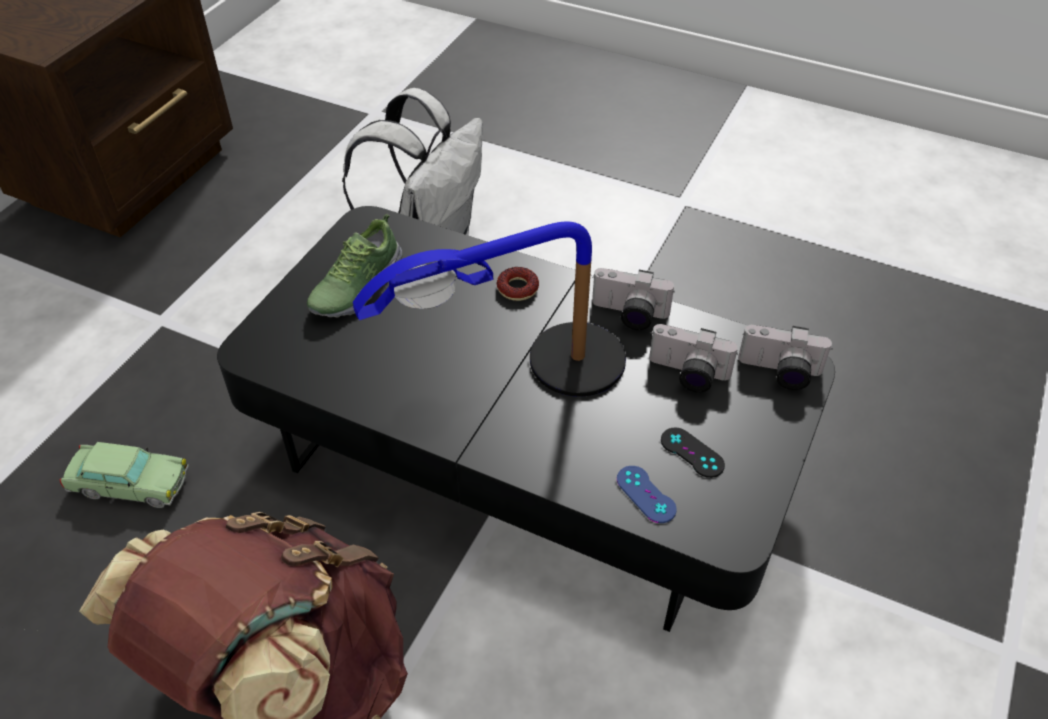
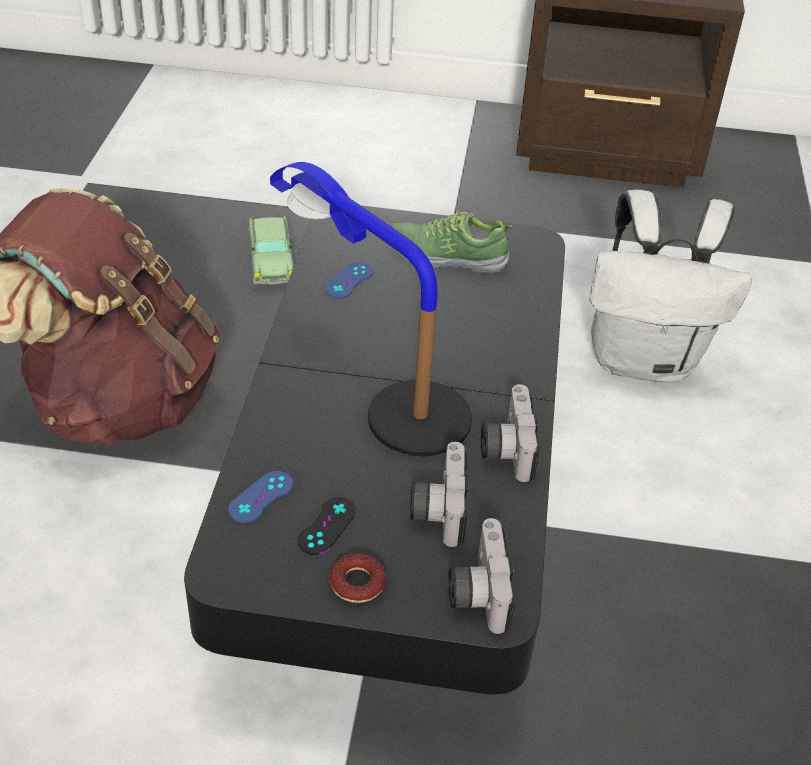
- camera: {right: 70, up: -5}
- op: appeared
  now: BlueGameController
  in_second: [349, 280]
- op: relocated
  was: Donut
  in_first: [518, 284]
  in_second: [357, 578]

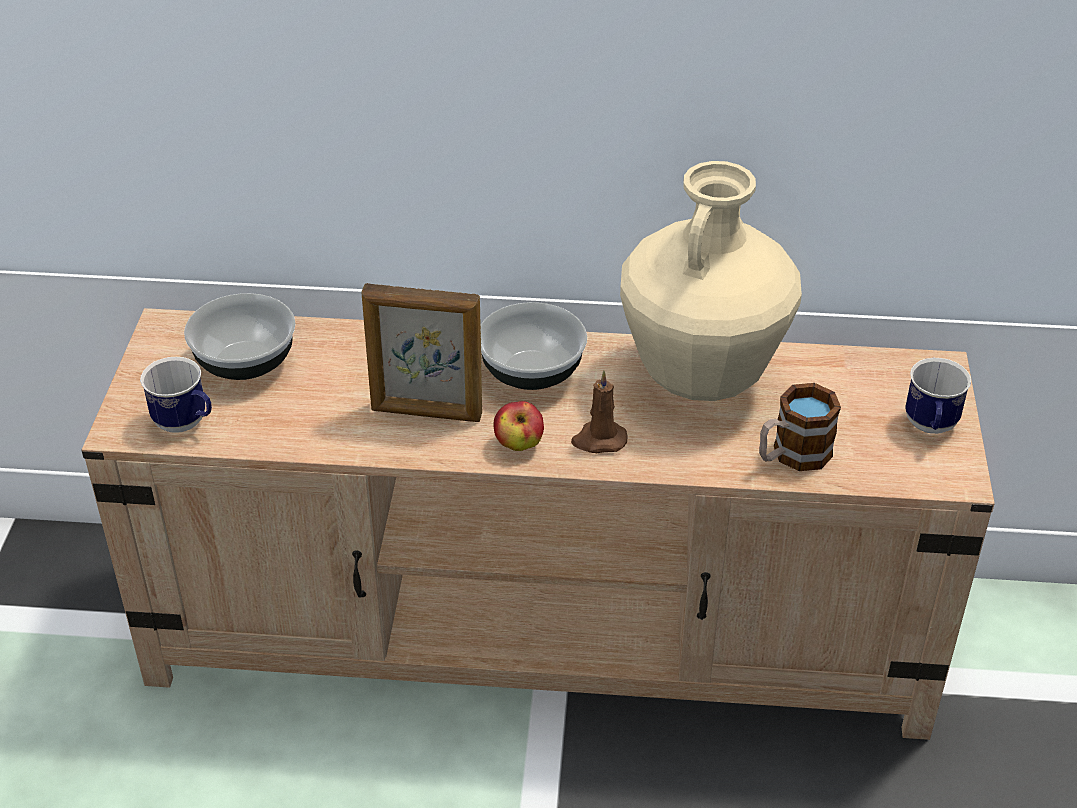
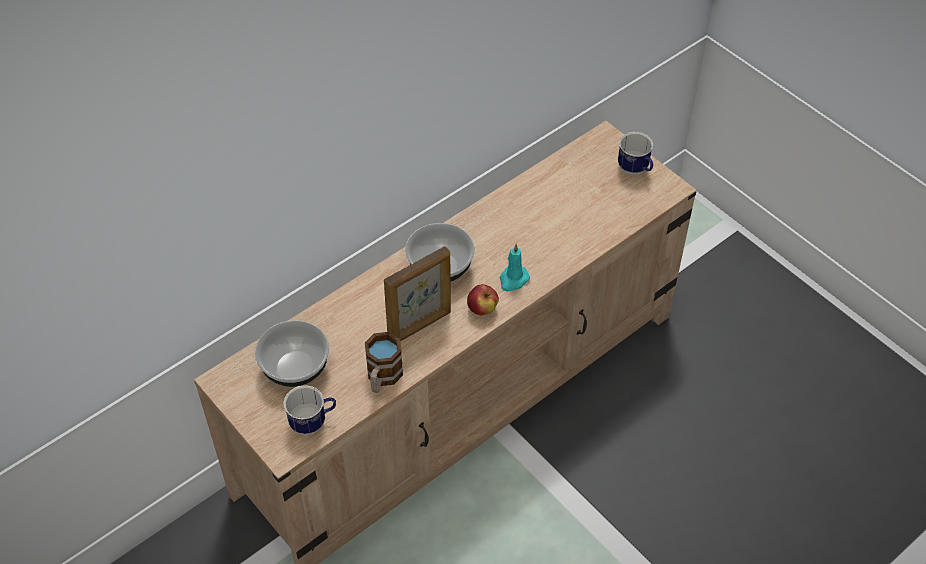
- camera: {right: -45, up: 10}
- op: missing
  was: BeigeVase
  in_first: [711, 281]
- op: relocated
  was: Mug
  in_first: [800, 427]
  in_second: [384, 362]
- op: colour
  was: BrownCandle
  now: TurquoiseCandle
  in_first: [599, 411]
  in_second: [515, 267]

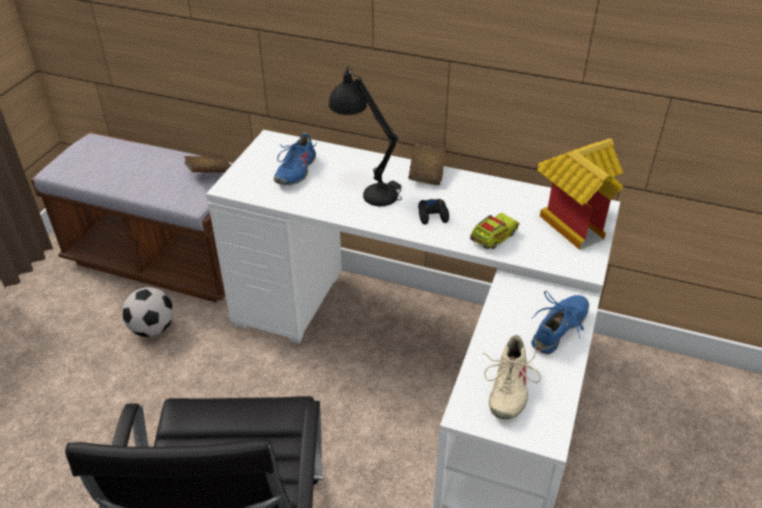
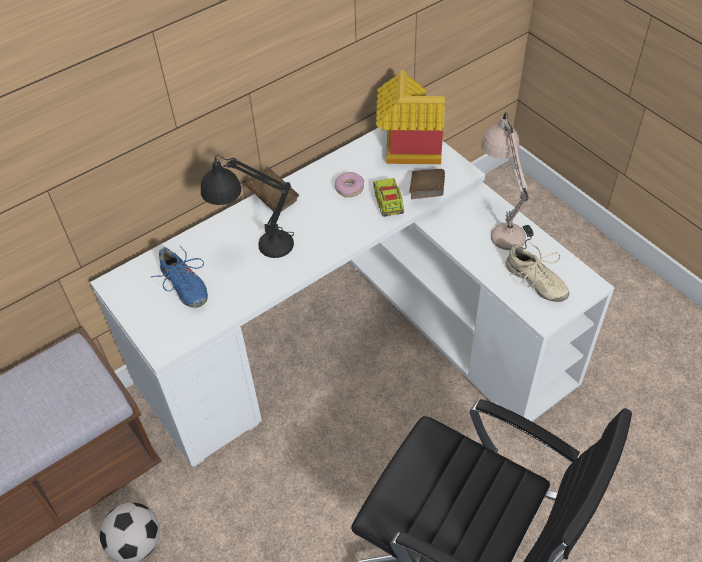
- camera: {right: -55, up: 10}
- op: missing
  was: BlackGameController
  in_first: [433, 212]
- op: appeared
  now: Donut
  in_second: [349, 184]
- op: relocated
  was: BrownBook
  in_first: [207, 164]
  in_second: [427, 184]
- op: exchanged
  was: BlueShoe
  now: BeigeTableLamp
  in_first: [560, 322]
  in_second: [507, 181]

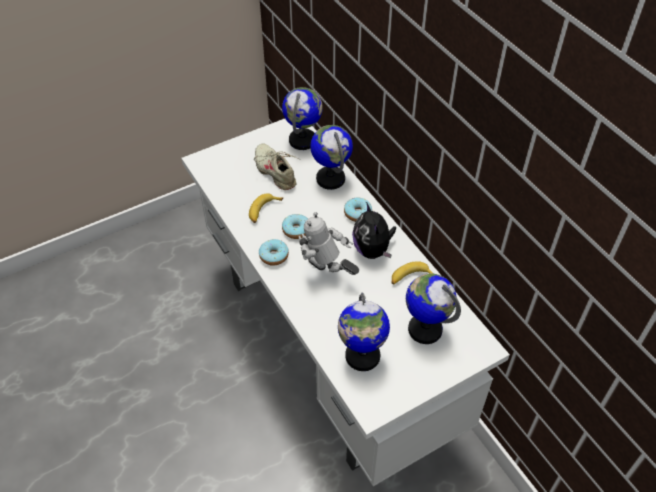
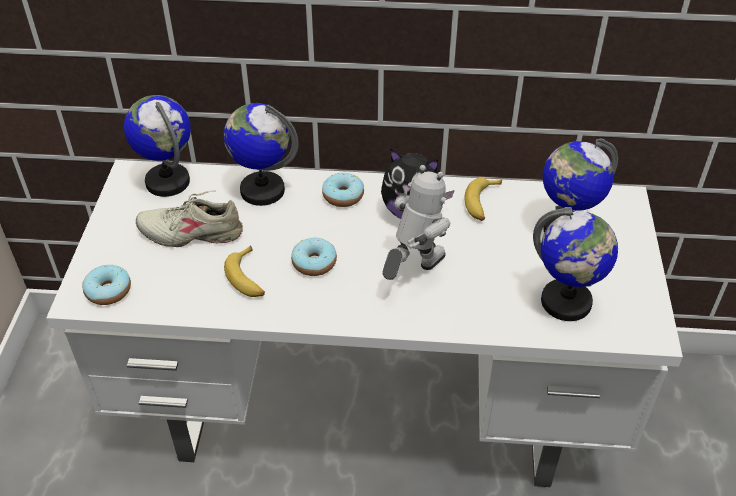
- camera: {right: -55, up: -5}
- op: relocated
  was: Donut
  in_first: [274, 252]
  in_second: [106, 285]
- op: spun
  was: ToyRobot
  in_first: [329, 243]
  in_second: [416, 222]
  clockwise: 150

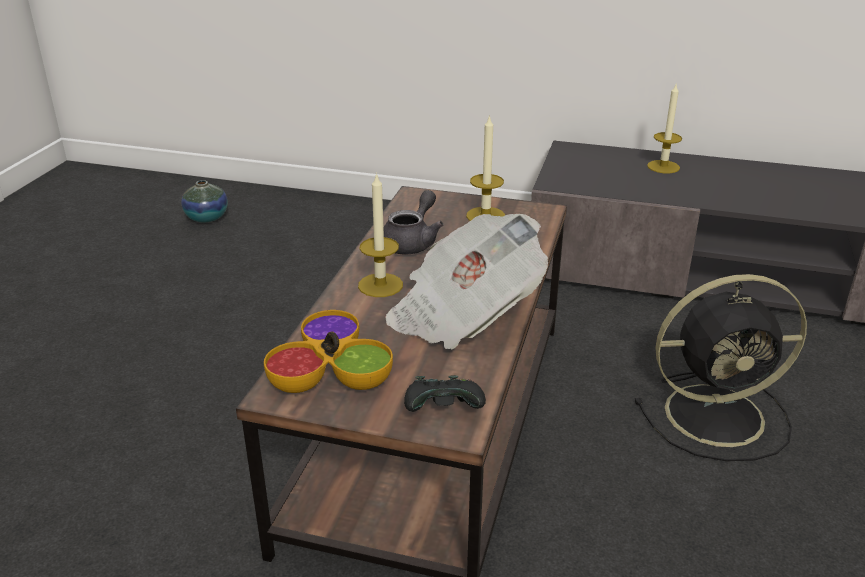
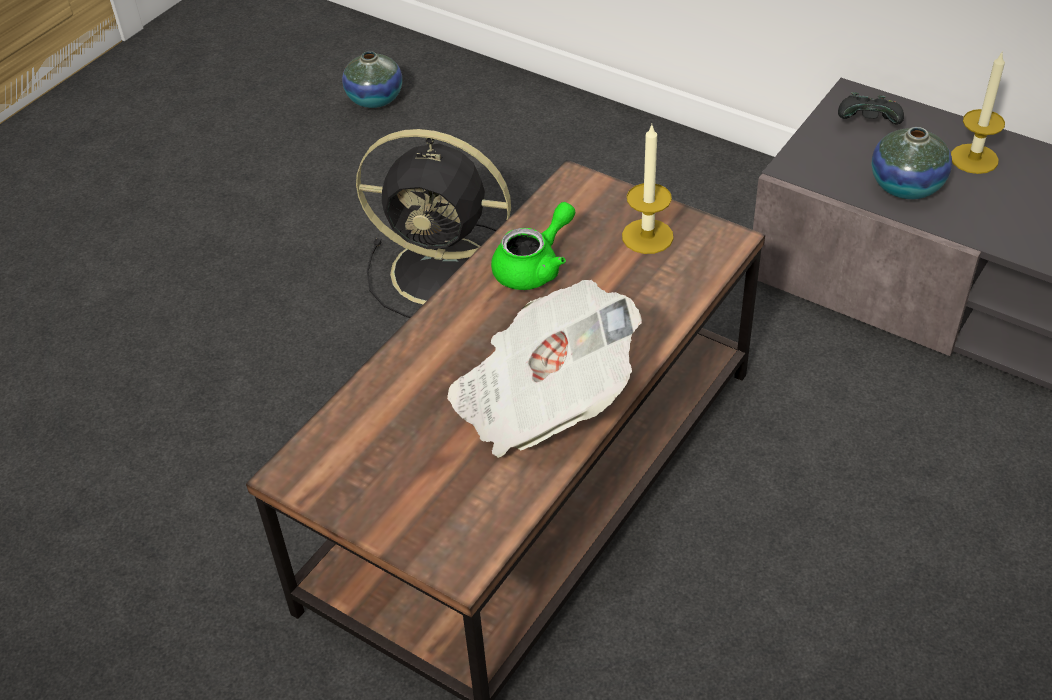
- camera: {right: 20, up: 15}
- op: missing
  was: Bowl
  in_first: [328, 351]
- op: missing
  was: Candle
  in_first: [380, 234]
- op: appeared
  now: Vase
  in_second: [911, 163]
- op: relocated
  was: BlackGameController
  in_first: [445, 393]
  in_second: [871, 108]
- op: relocated
  was: BlackFan
  in_first: [721, 367]
  in_second: [433, 223]
- op: colour
  was: GreyTeapot
  now: GreenTeapot
  in_first: [413, 222]
  in_second: [533, 246]

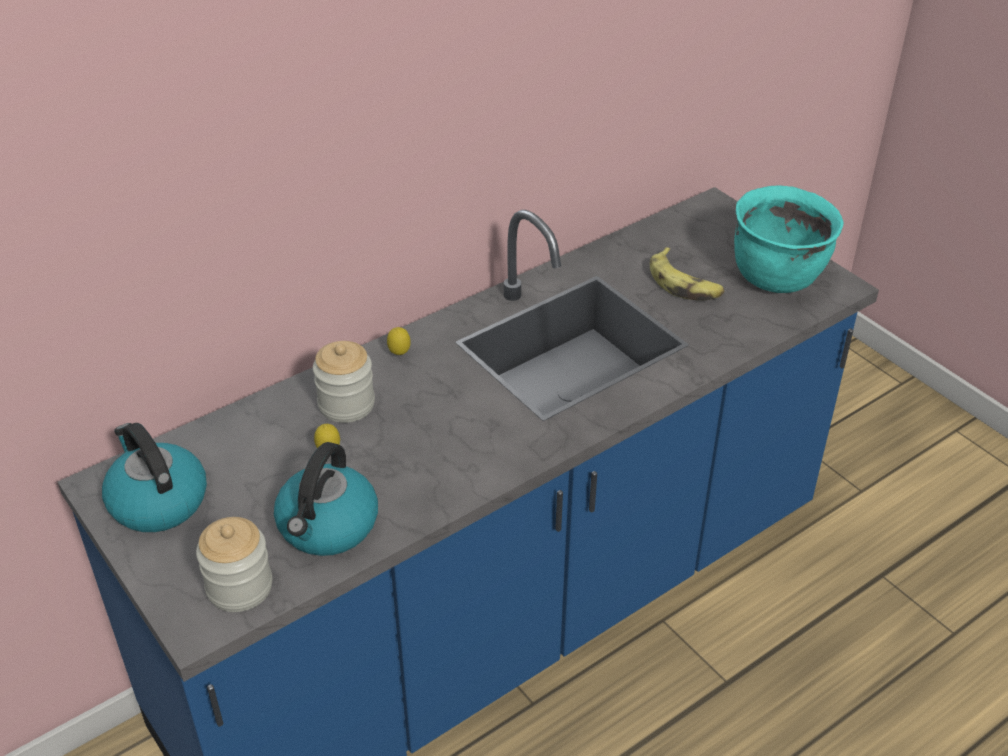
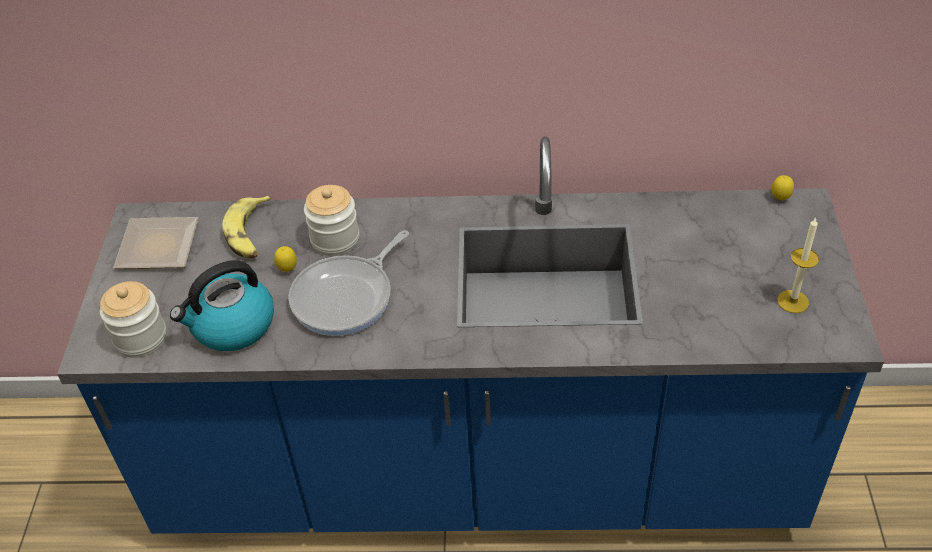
- camera: {right: 40, up: 5}
- op: appeared
  now: FryingPan
  in_second: [348, 283]
- op: relocated
  was: Lemon
  in_first: [399, 341]
  in_second: [783, 187]
- op: relocated
  was: Banana
  in_first: [687, 273]
  in_second: [246, 227]
- op: exchanged
  was: Kettle
  now: Plate
  in_first: [154, 477]
  in_second: [155, 243]
- op: exchanged
  was: TurquoiseCookingPot
  now: Candle
  in_first: [789, 239]
  in_second: [798, 265]

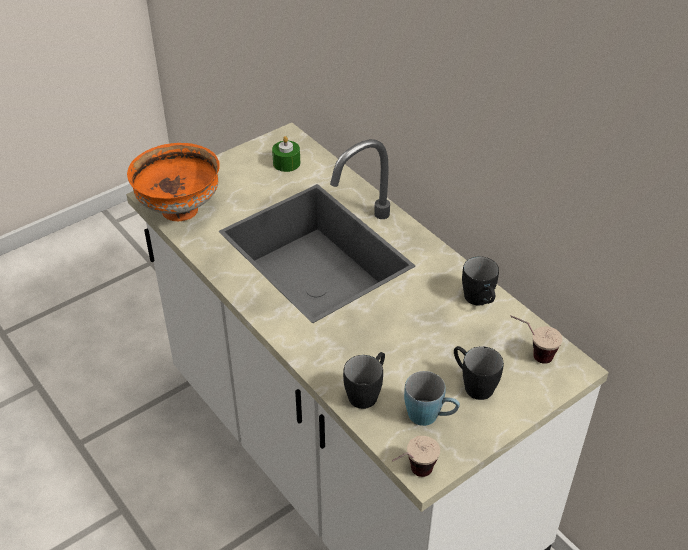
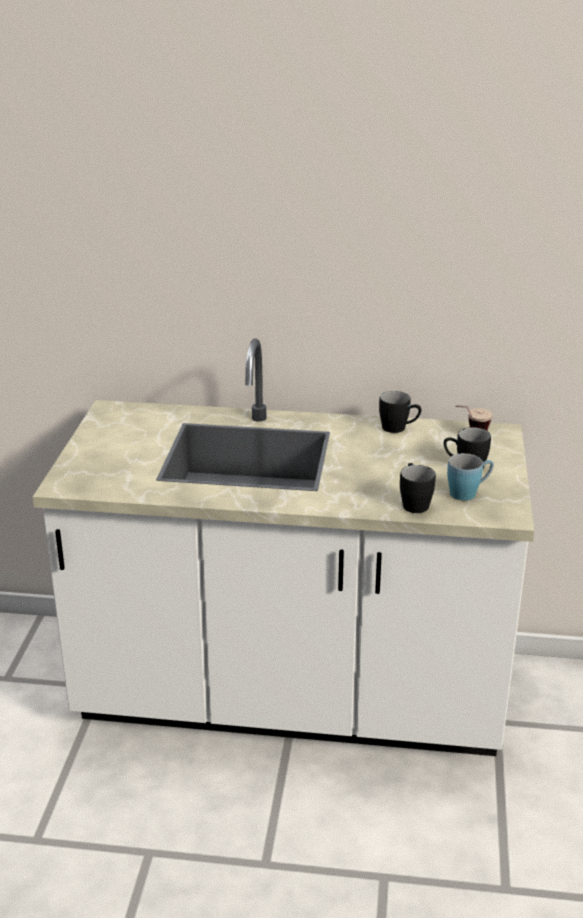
- camera: {right: -45, up: -15}
- op: missing
  was: OrangeBowl
  in_first: [173, 182]
- op: missing
  was: GreenCandle
  in_first: [286, 154]
- op: missing
  was: Cup
  in_first: [416, 456]

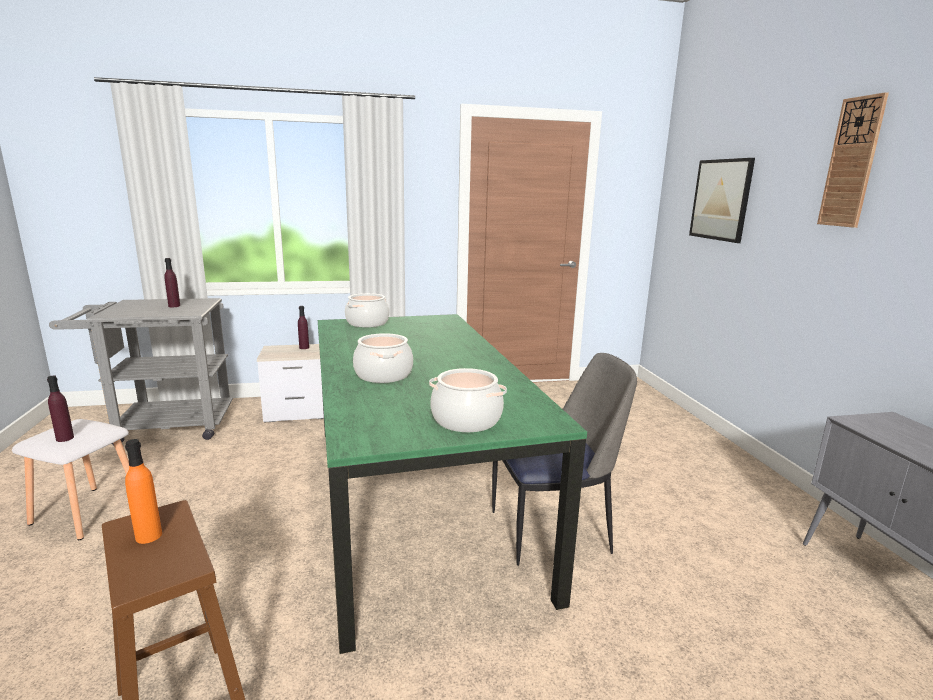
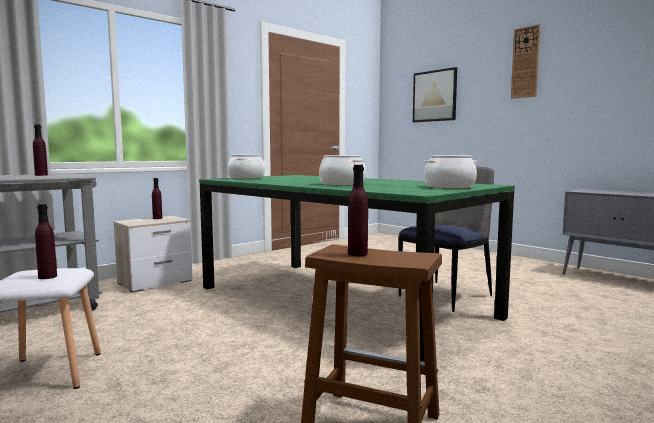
- camera: {right: -30, up: -10}
- op: colour
  was: OrangeBottle
  now: PurpleBottle
  in_first: [143, 491]
  in_second: [358, 210]

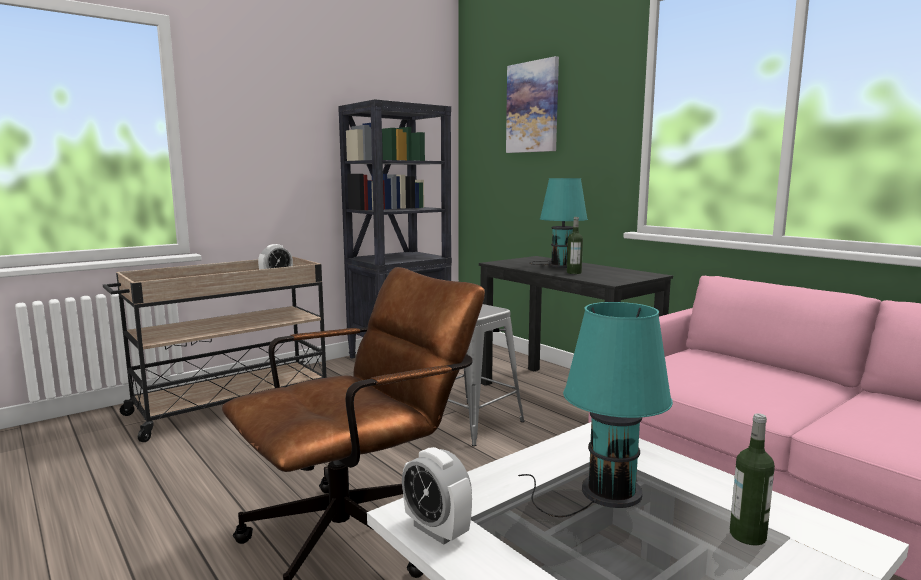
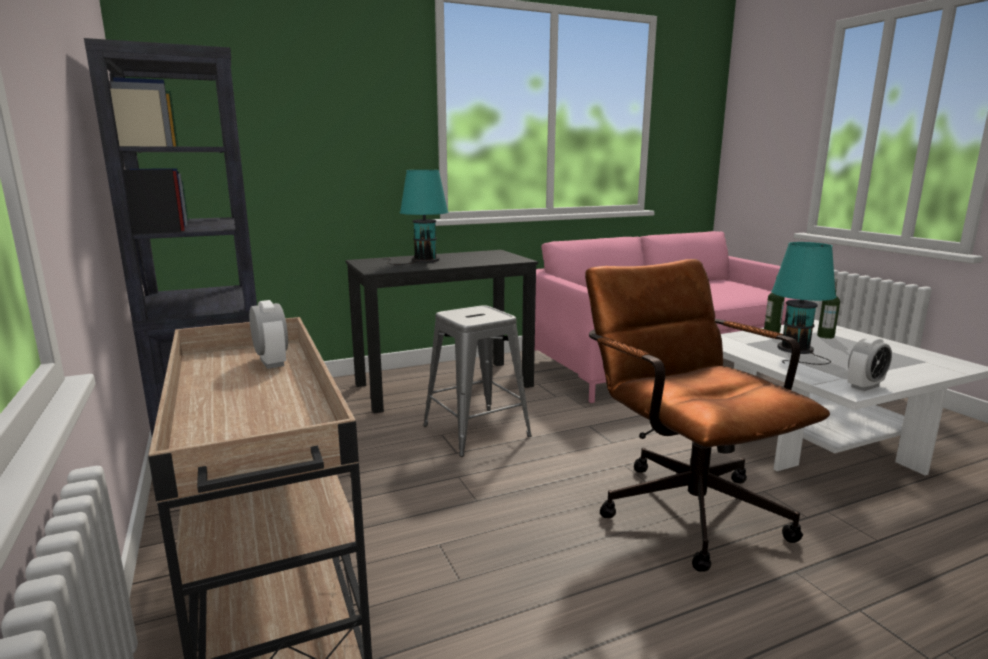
- camera: {right: -75, up: 5}
- op: missing
  was: Picture
  in_first: [532, 104]
- op: relocated
  was: Bottle
  in_first: [575, 245]
  in_second: [774, 304]

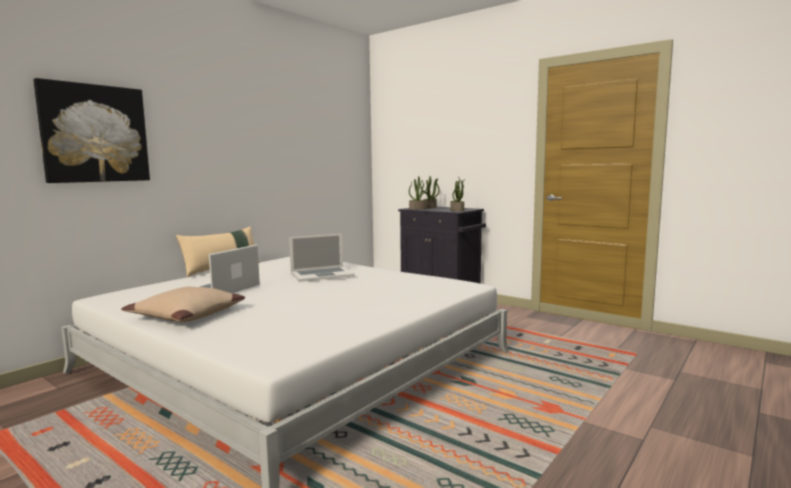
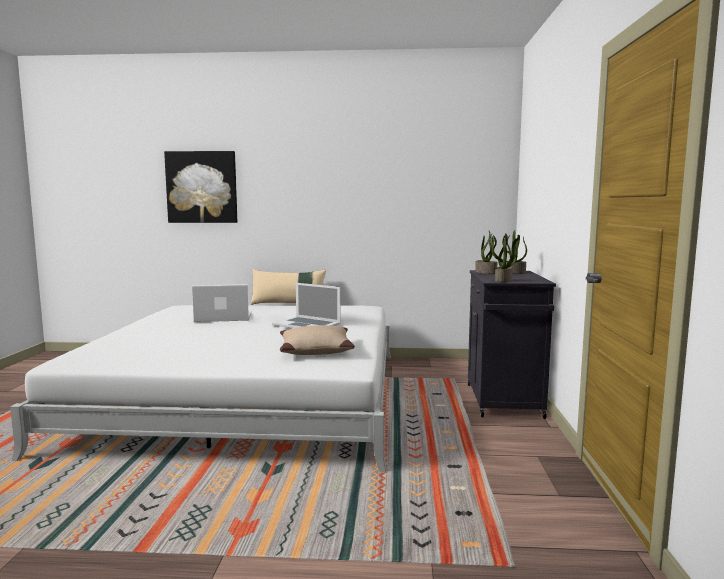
- camera: {right: 55, up: 0}
- op: relocated
  was: BeigePillow
  in_first: [183, 304]
  in_second: [317, 340]

